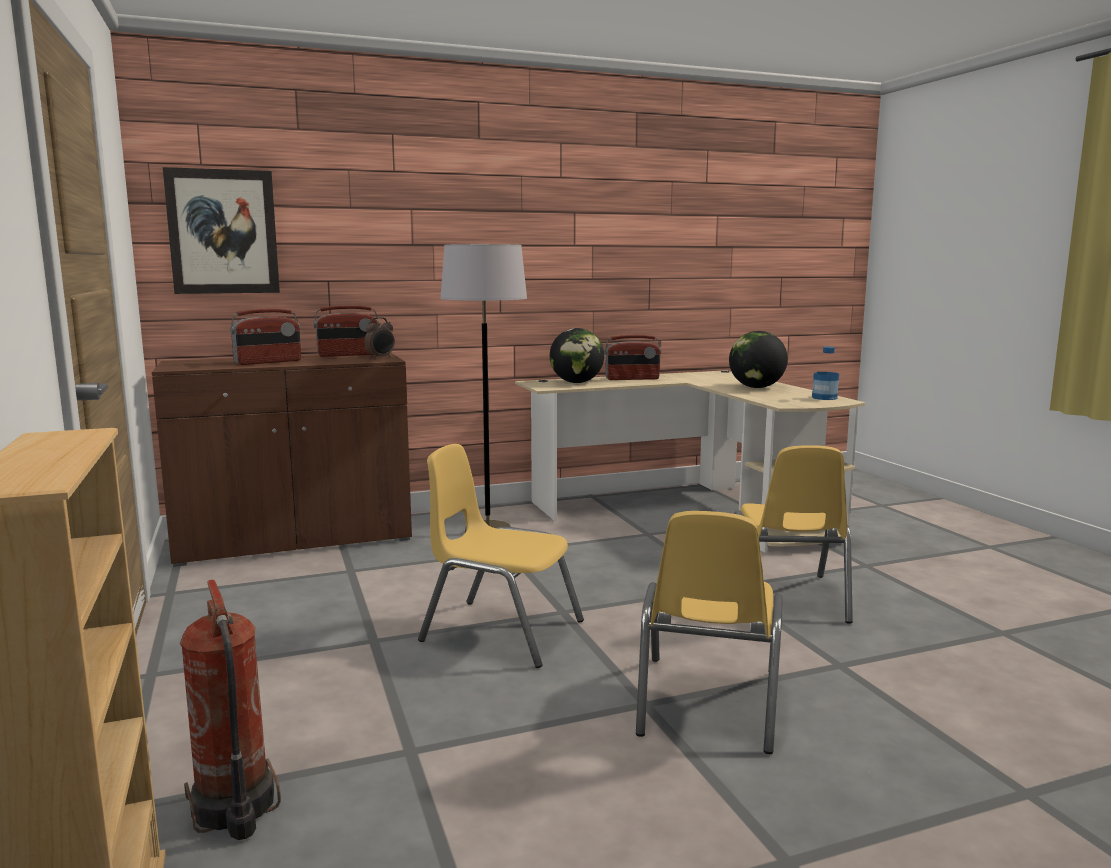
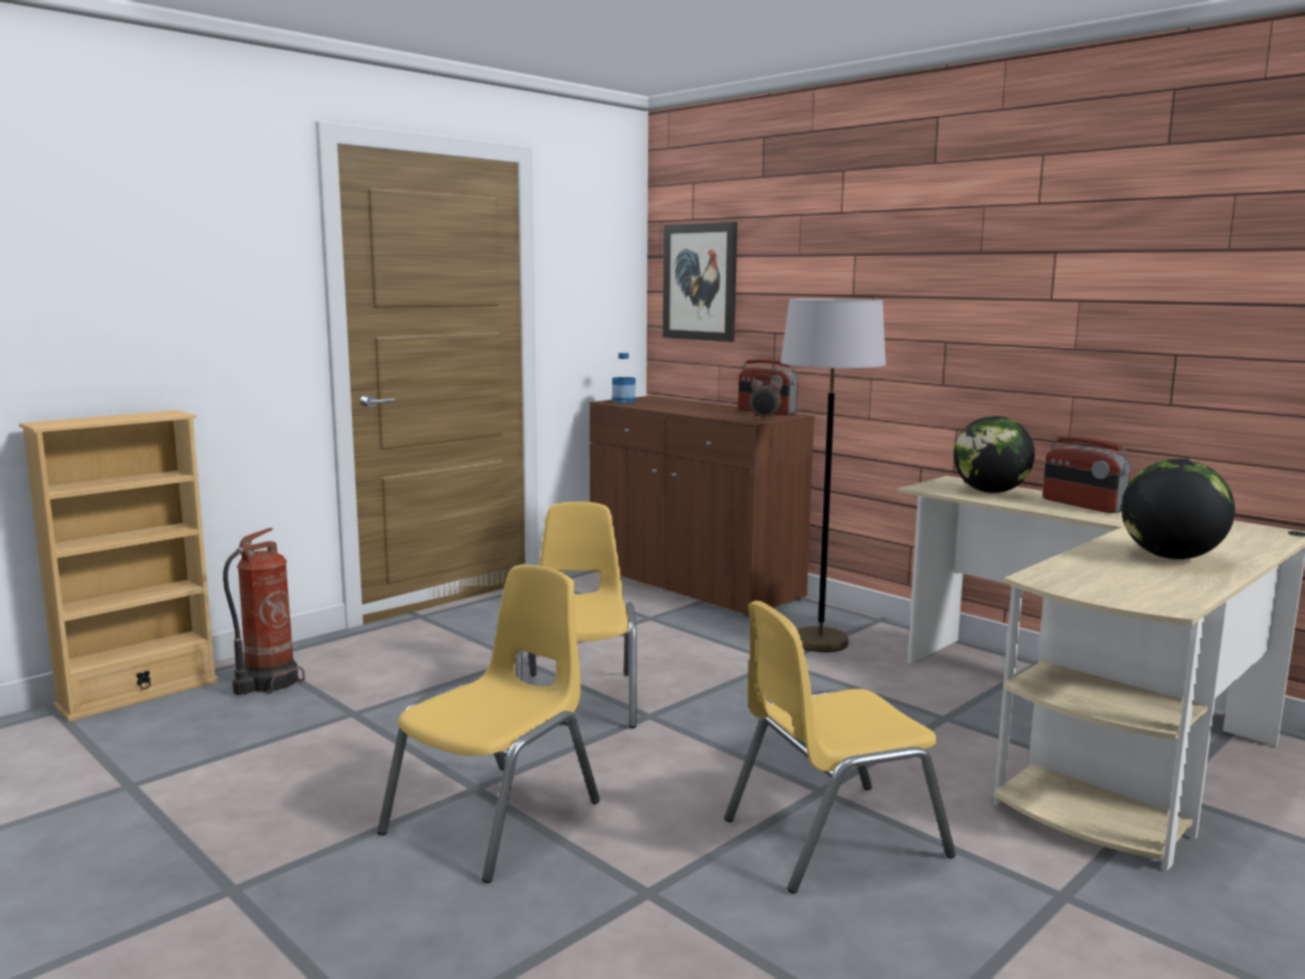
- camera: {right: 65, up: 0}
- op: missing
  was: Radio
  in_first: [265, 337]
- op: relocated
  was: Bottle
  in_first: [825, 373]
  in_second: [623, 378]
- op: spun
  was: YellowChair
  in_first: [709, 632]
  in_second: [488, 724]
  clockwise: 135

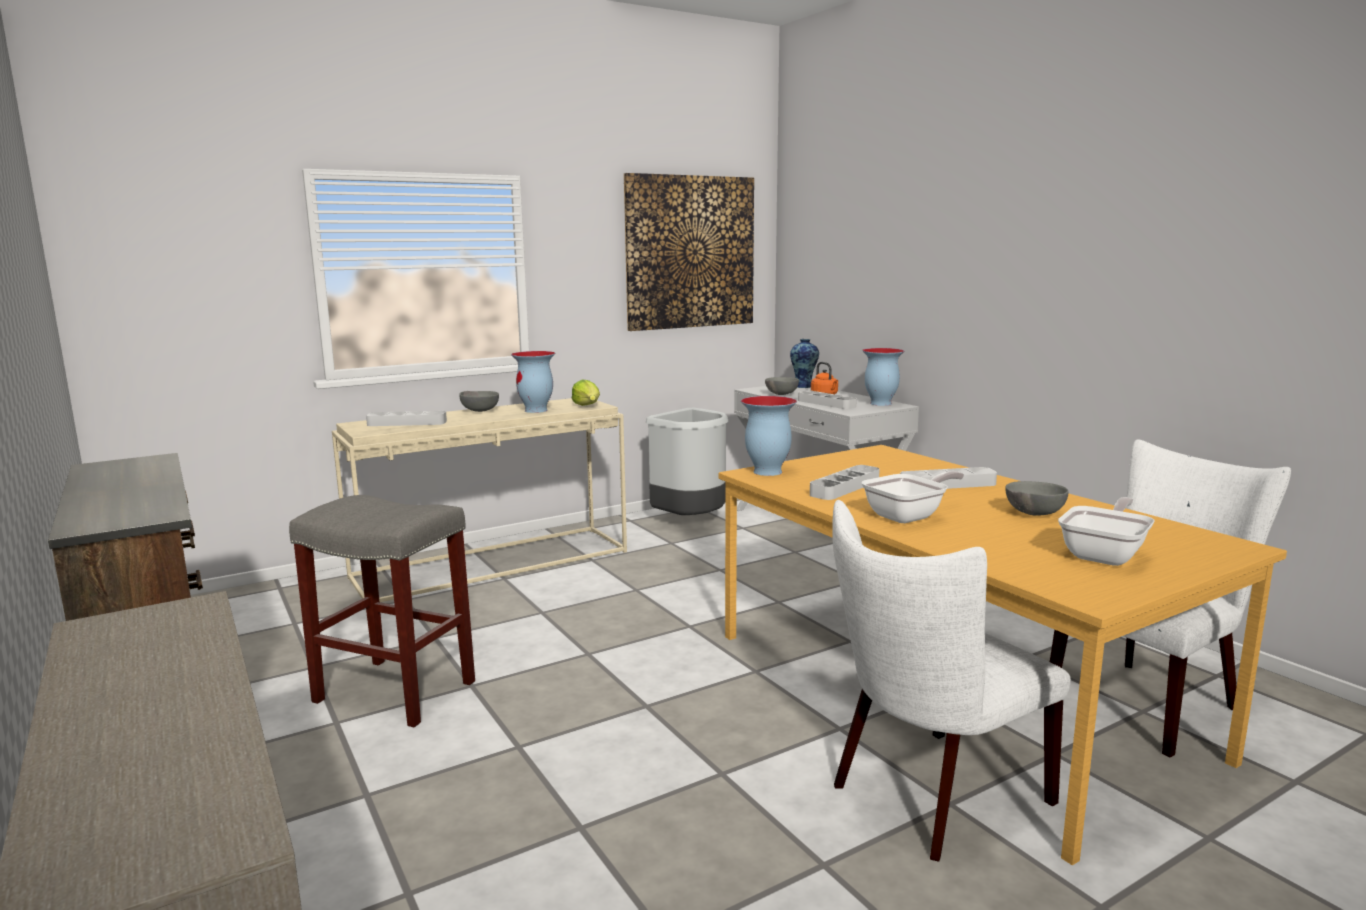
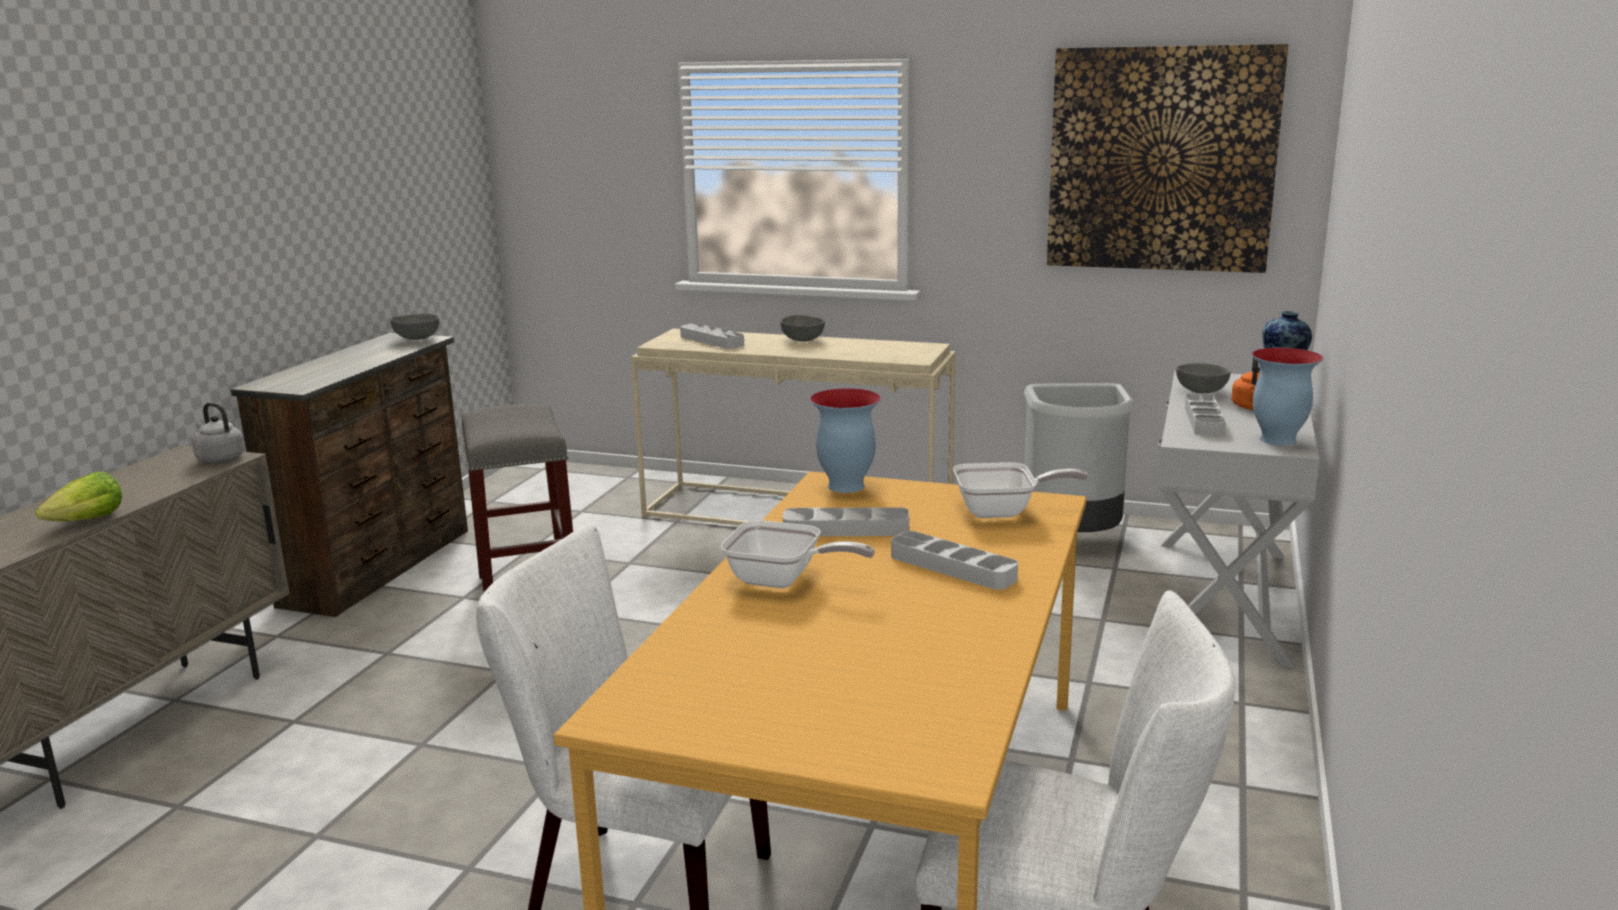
- camera: {right: 50, up: 5}
- op: missing
  was: Vase
  in_first: [533, 382]
- op: appeared
  now: GreyKettle
  in_second: [218, 433]
- op: relocated
  was: Lettuce
  in_first: [586, 393]
  in_second: [78, 496]
- op: relocated
  was: GreyBowl
  in_first: [1037, 498]
  in_second: [414, 327]
- op: relocated
  was: FryingPan
  in_first: [1106, 531]
  in_second: [1020, 490]

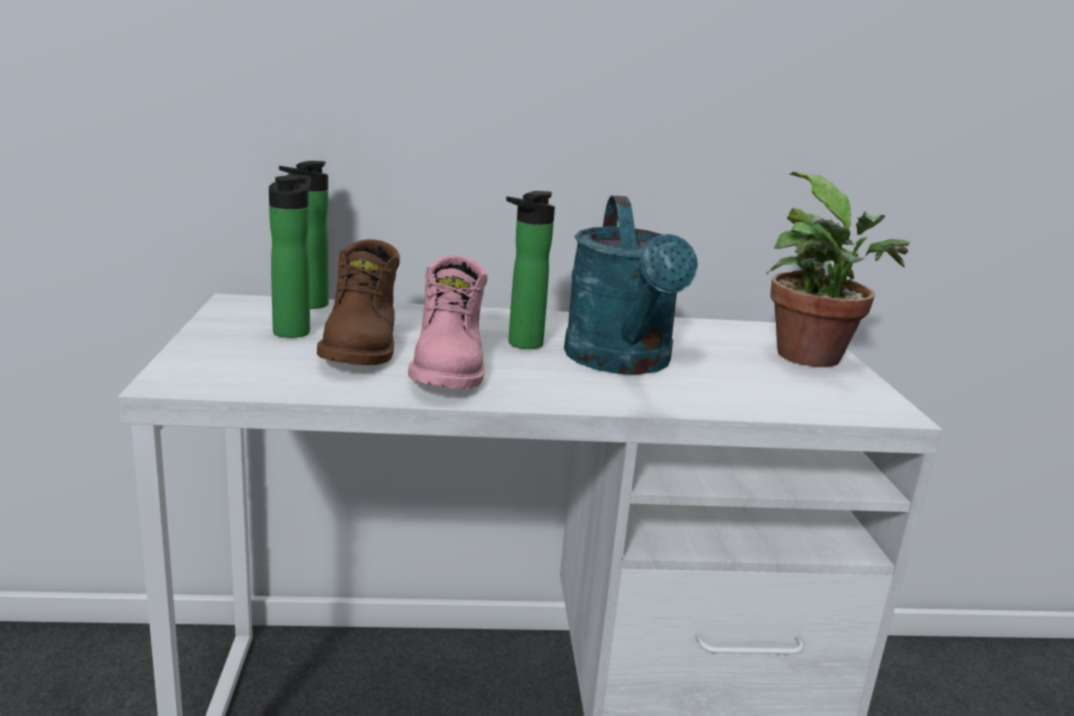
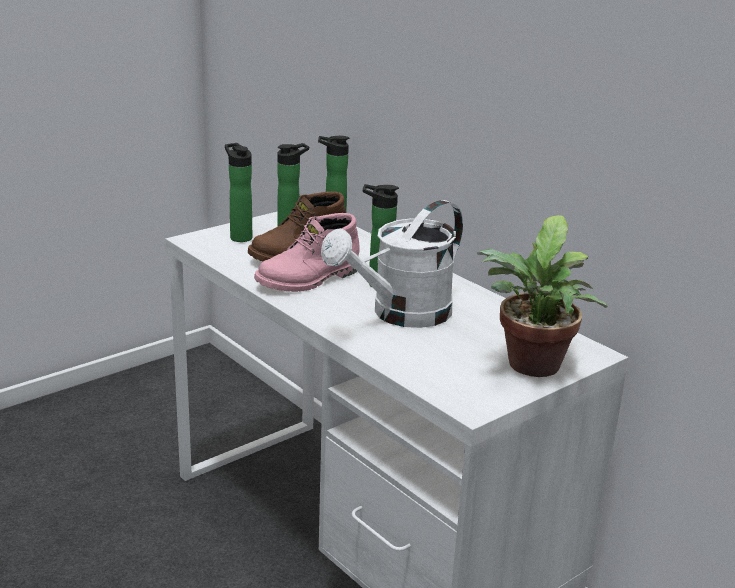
- camera: {right: 55, up: 5}
- op: appeared
  now: Bottle
  in_second: [238, 192]
- op: colour
  was: TurquoiseWateringCan
  now: WhiteWateringCan
  in_first: [631, 285]
  in_second: [392, 264]

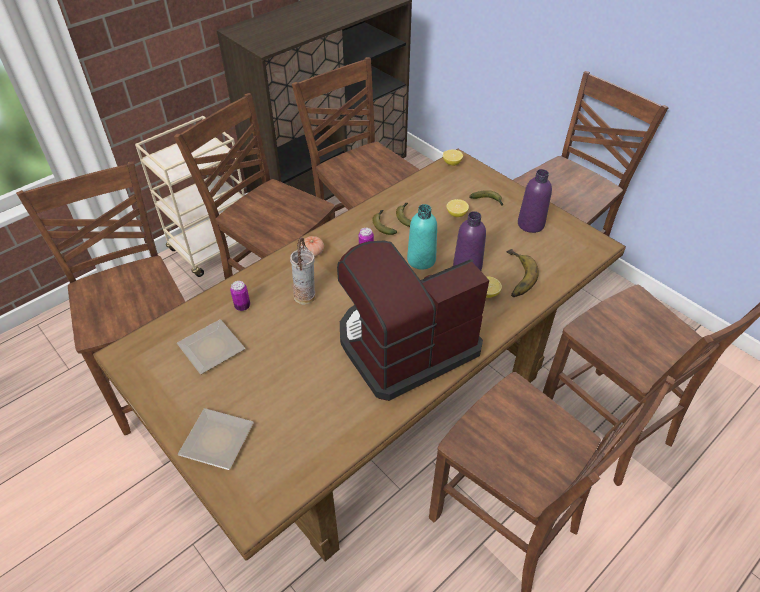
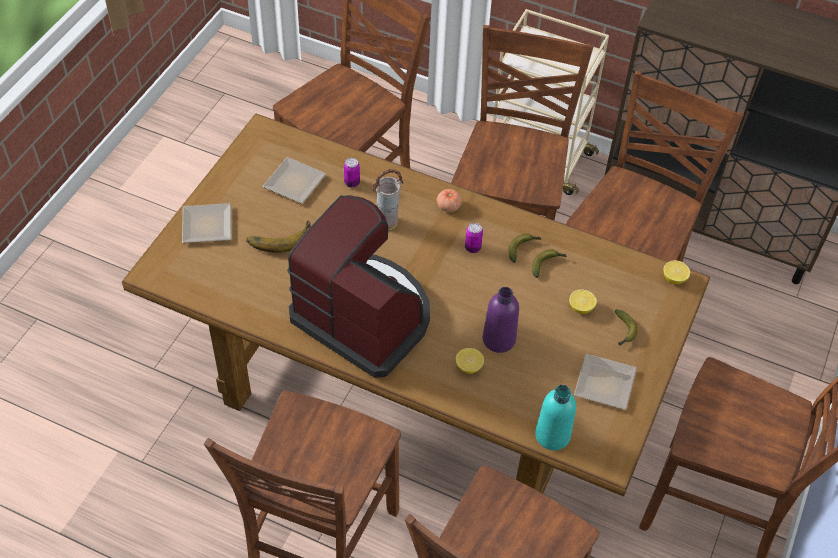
- camera: {right: 65, up: 5}
- op: relocated
  was: TurquoiseBottle
  in_first: [422, 237]
  in_second: [555, 417]
- op: relocated
  was: Banana
  in_first: [523, 273]
  in_second: [278, 237]
- op: exchanged
  was: PurpleBottle
  now: Plate
  in_first: [535, 201]
  in_second: [605, 381]

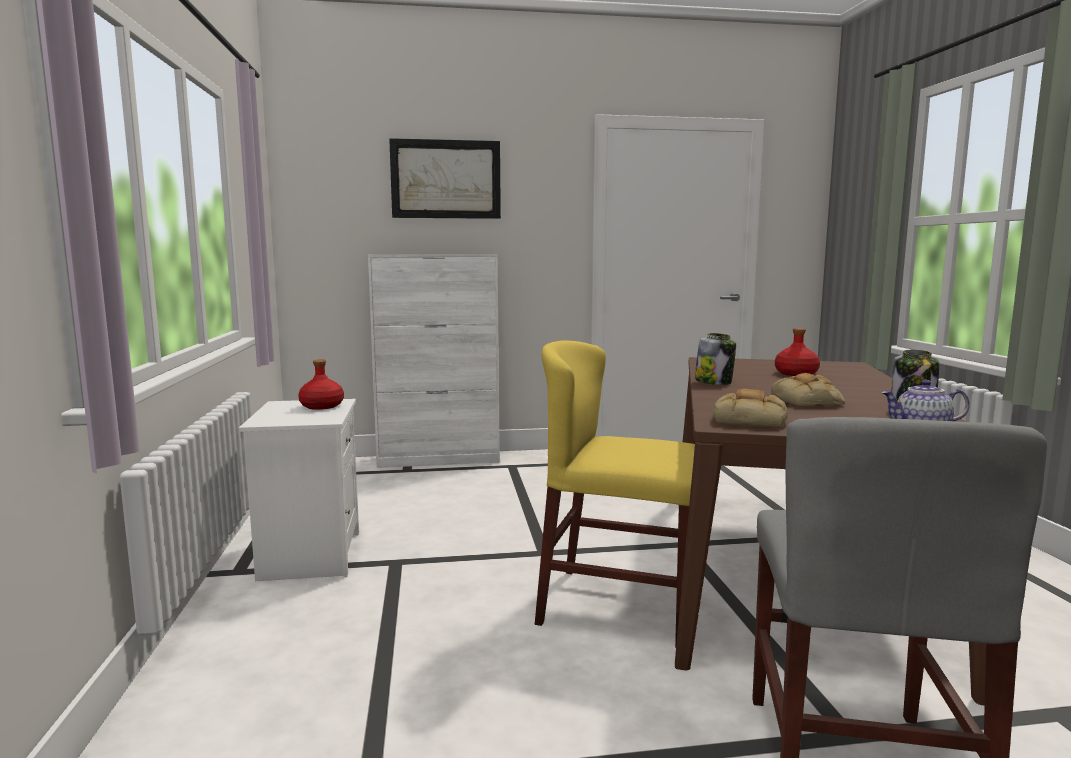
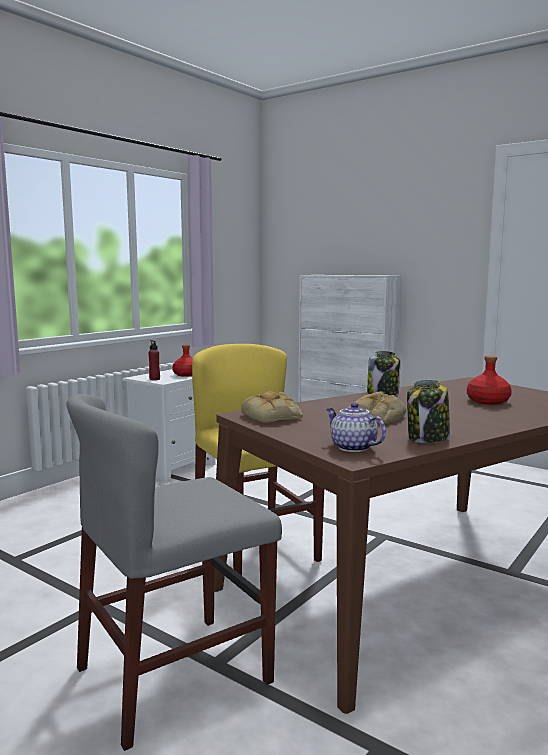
- camera: {right: 45, up: 0}
- op: missing
  was: Picture
  in_first: [445, 178]
- op: appeared
  now: RedBottle
  in_second: [154, 360]

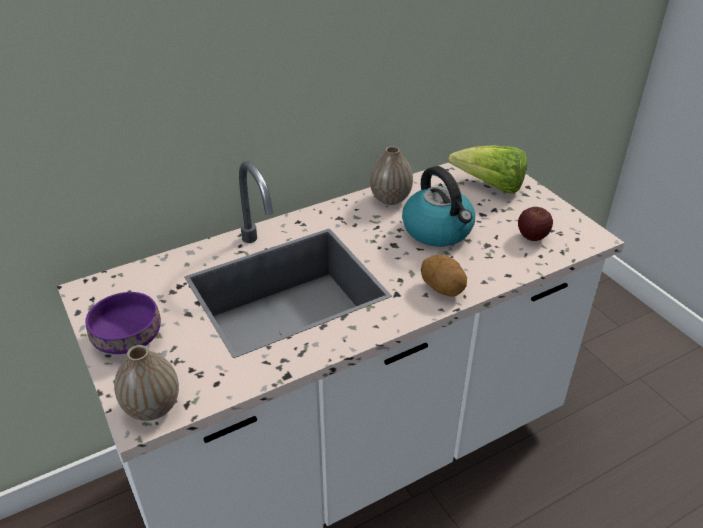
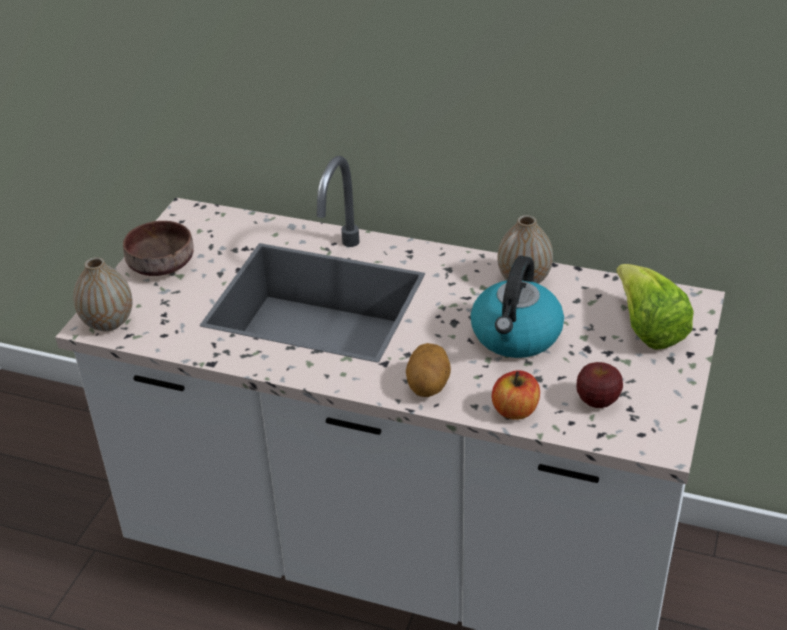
- camera: {right: 50, up: 0}
- op: appeared
  now: Apple
  in_second: [516, 395]
- op: colour
  was: PurpleBowl
  now: BrownBowl
  in_first: [123, 323]
  in_second: [158, 248]

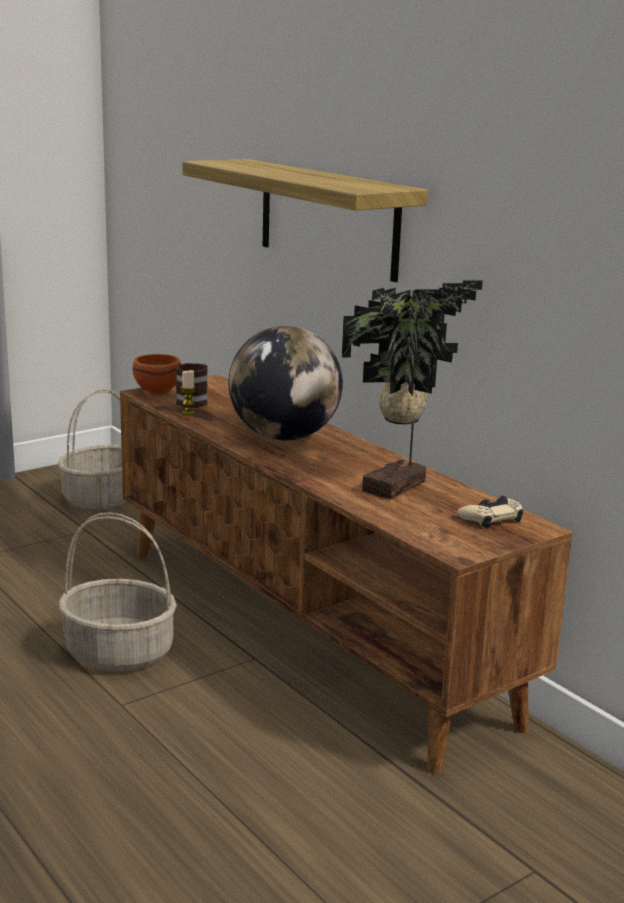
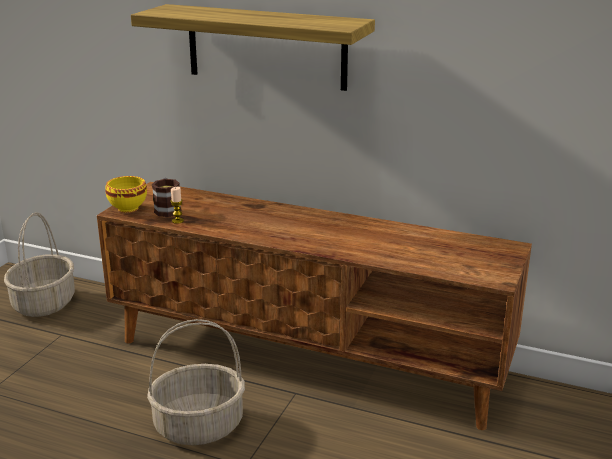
- camera: {right: -30, up: 5}
- op: missing
  was: Globe
  in_first: [285, 383]
- op: missing
  was: PottedPlant
  in_first: [412, 389]
- op: missing
  was: BeigeGameController
  in_first: [490, 512]
- op: colour
  was: BrownBowl
  now: YellowBowl
  in_first: [157, 375]
  in_second: [126, 194]

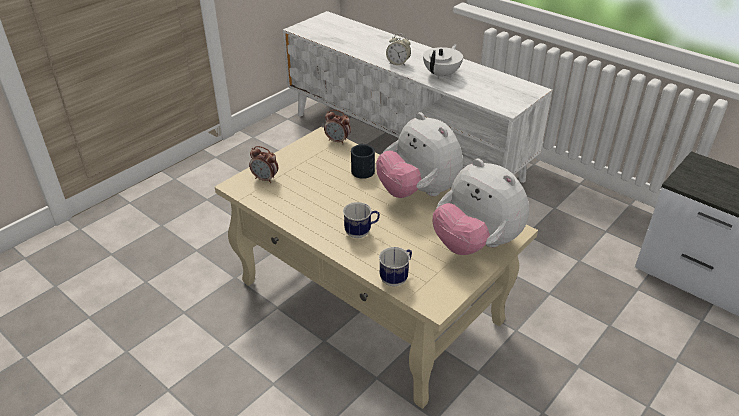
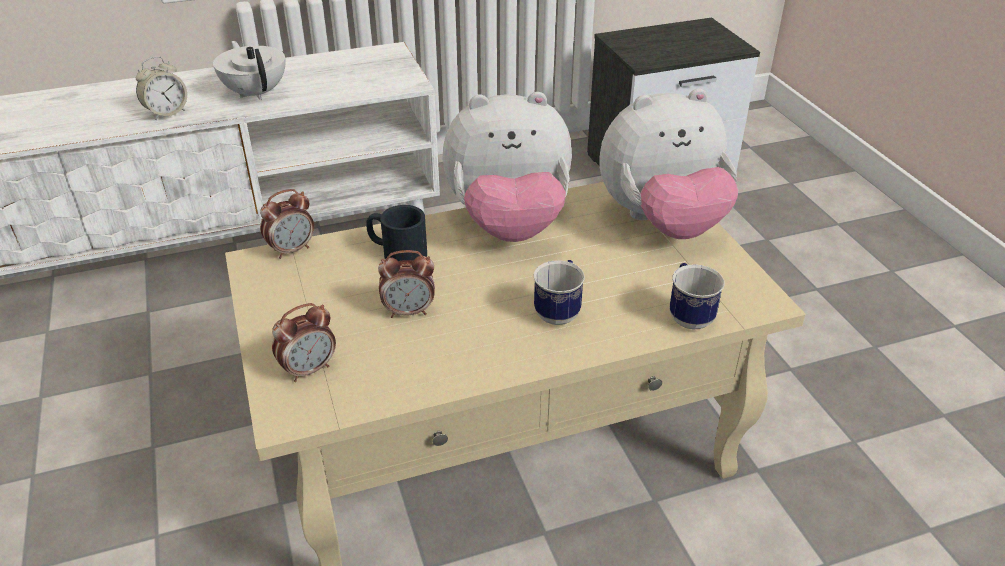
- camera: {right: -60, up: 0}
- op: appeared
  now: AlarmClock
  in_second: [406, 284]

